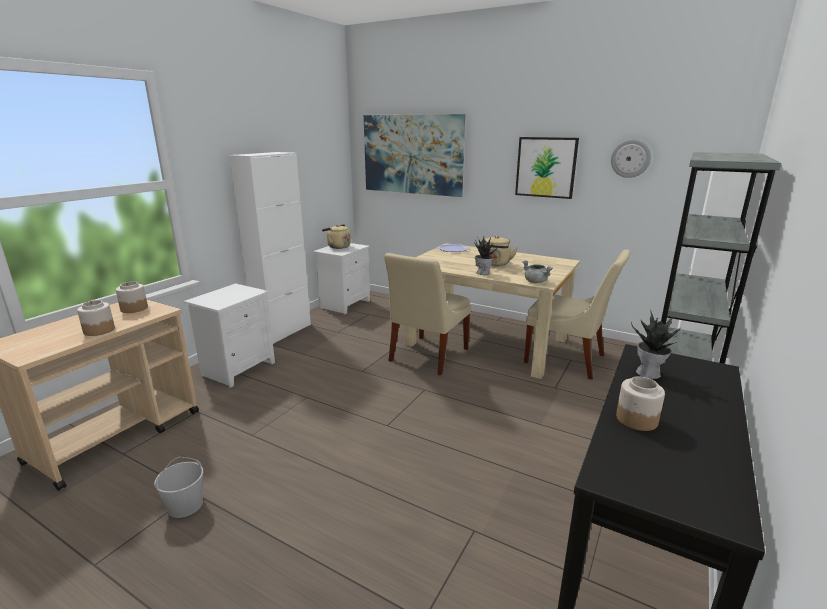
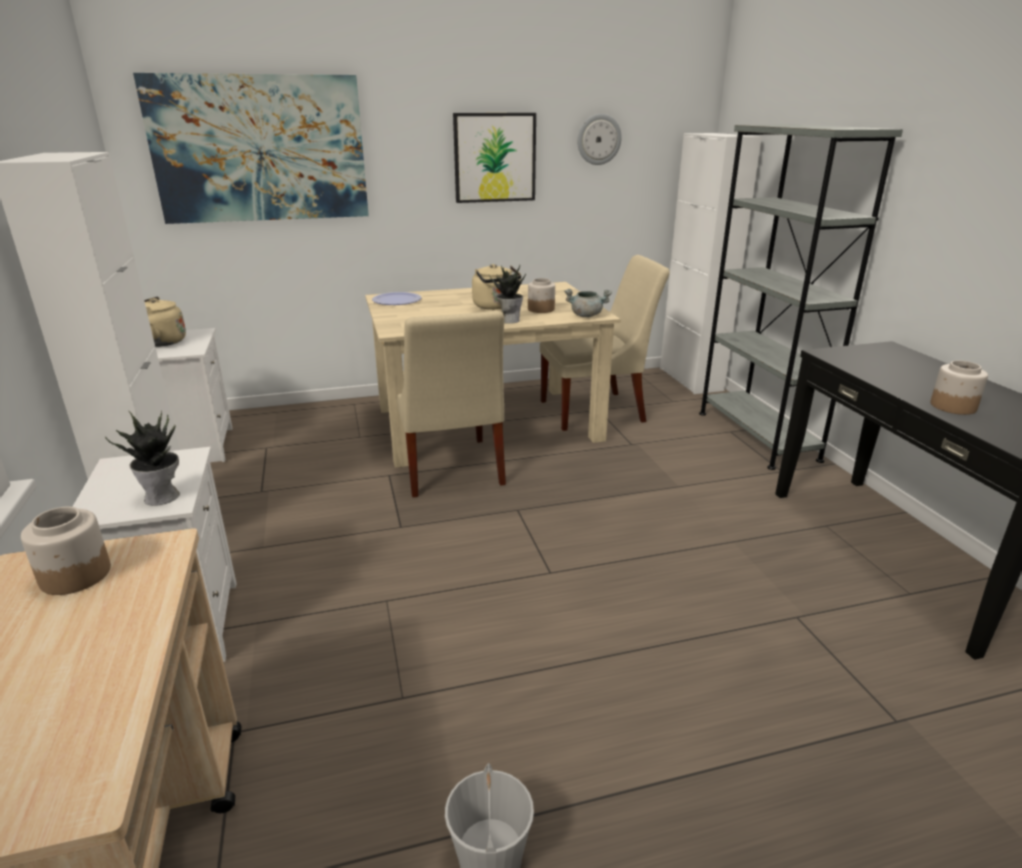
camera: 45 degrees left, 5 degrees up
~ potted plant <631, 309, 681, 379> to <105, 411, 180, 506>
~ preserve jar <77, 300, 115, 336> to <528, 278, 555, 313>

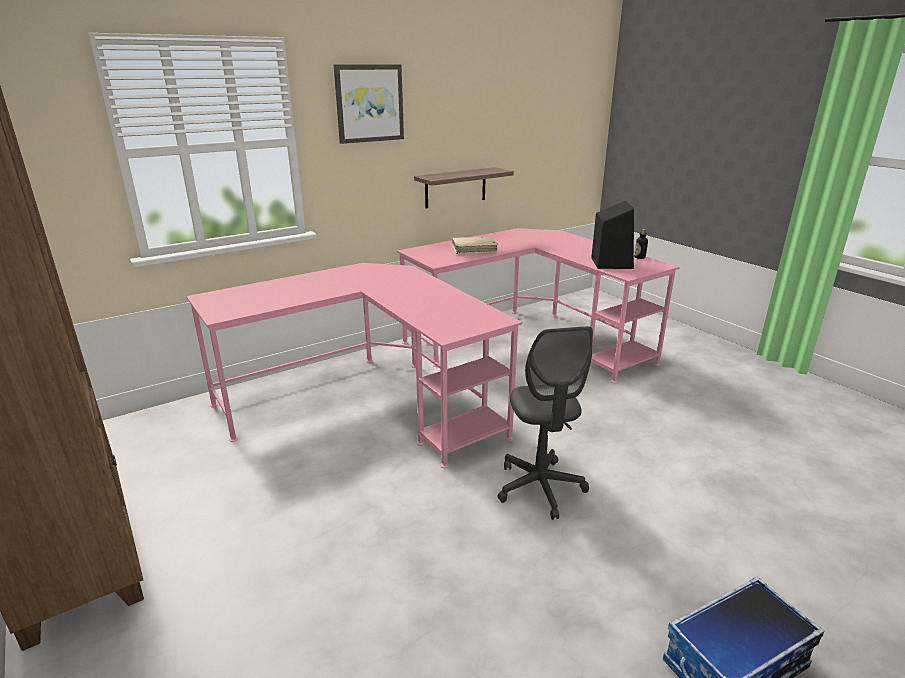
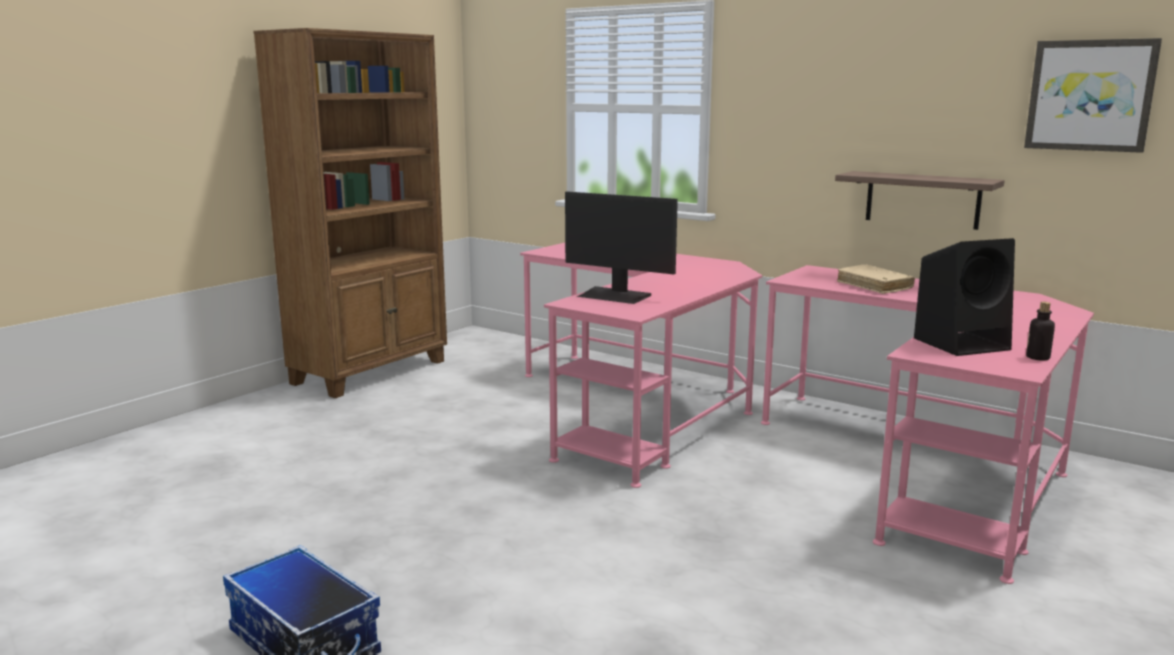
camera: 70 degrees right, 10 degrees down
+ computer display <565, 191, 678, 304>
~ picture <334, 64, 404, 144> to <1024, 38, 1162, 153>
- office chair (gray) <498, 326, 593, 520>

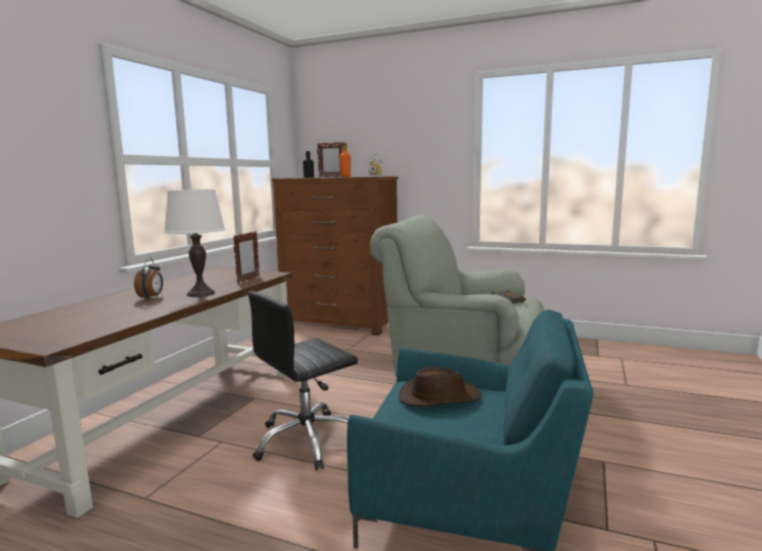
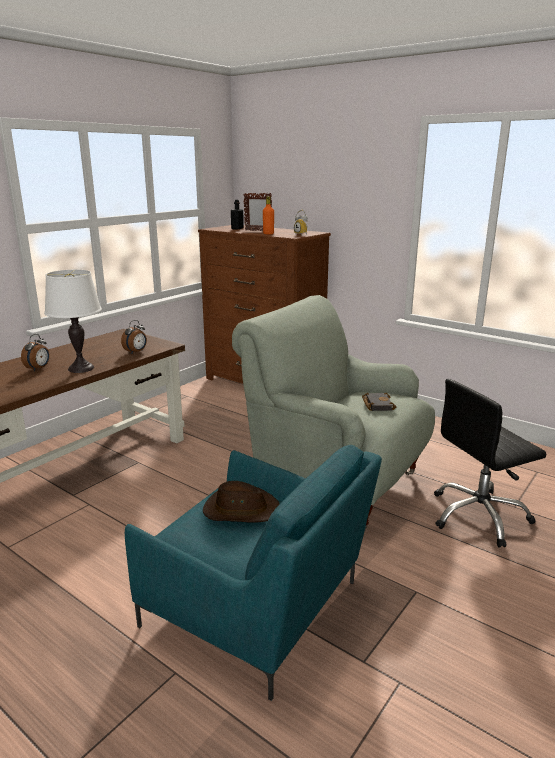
camera: 15 degrees right, 10 degrees up
~ picture frame <233, 231, 260, 283> to alarm clock <121, 320, 147, 353>
~ office chair (blackish) <248, 291, 358, 470> to <434, 379, 546, 547>

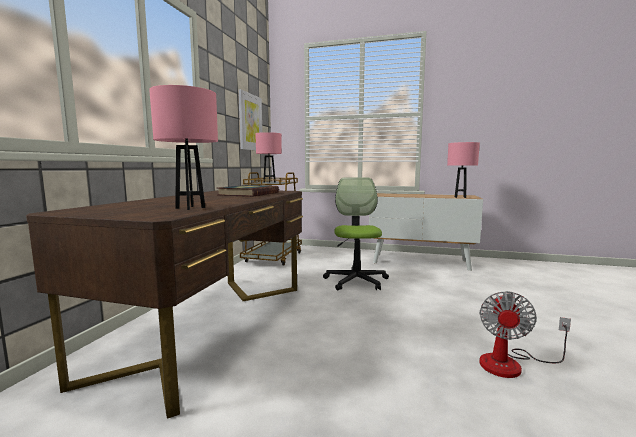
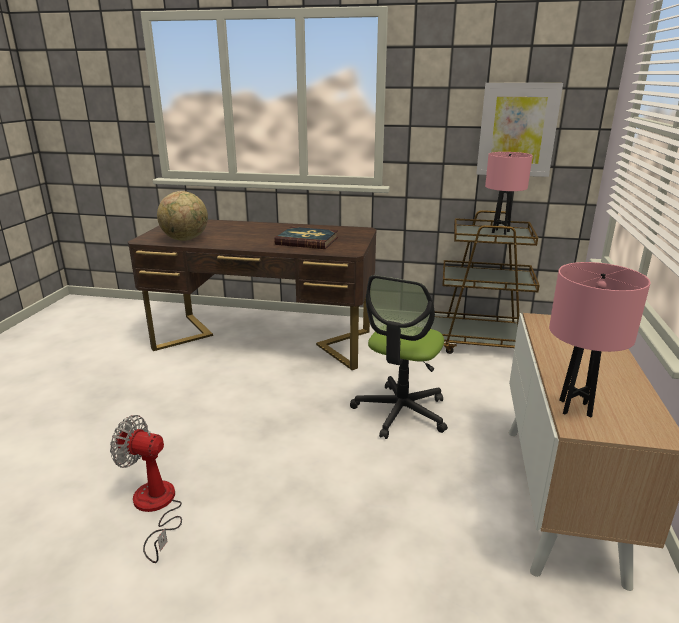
camera: 85 degrees right, 15 degrees up
~ tabletop lamp (pink-coloured) <149, 85, 218, 210> to desk globe <157, 191, 208, 241>
~ office chair <323, 178, 389, 290> = <350, 275, 448, 439> 120 degrees clockwise

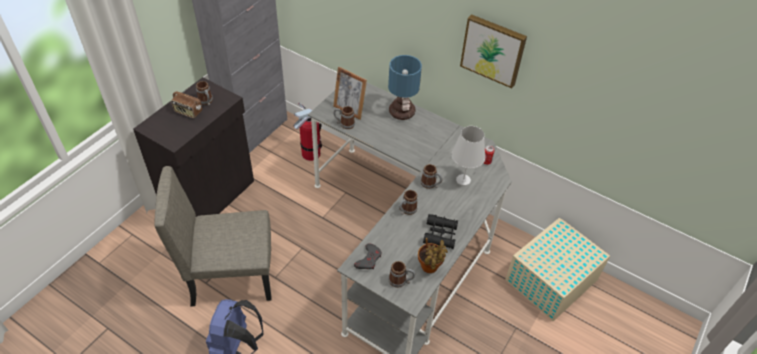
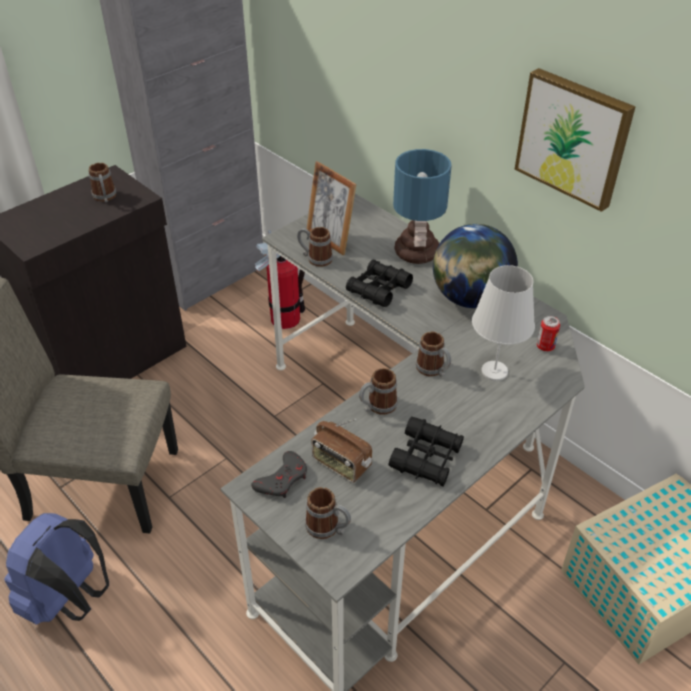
camera: 15 degrees right, 5 degrees down
~ radio receiver <171, 87, 202, 118> to <312, 419, 372, 483>
+ pair of binoculars (blackish) <346, 260, 413, 307>
+ desk globe <433, 224, 518, 308>
- potted plant <418, 238, 448, 273>

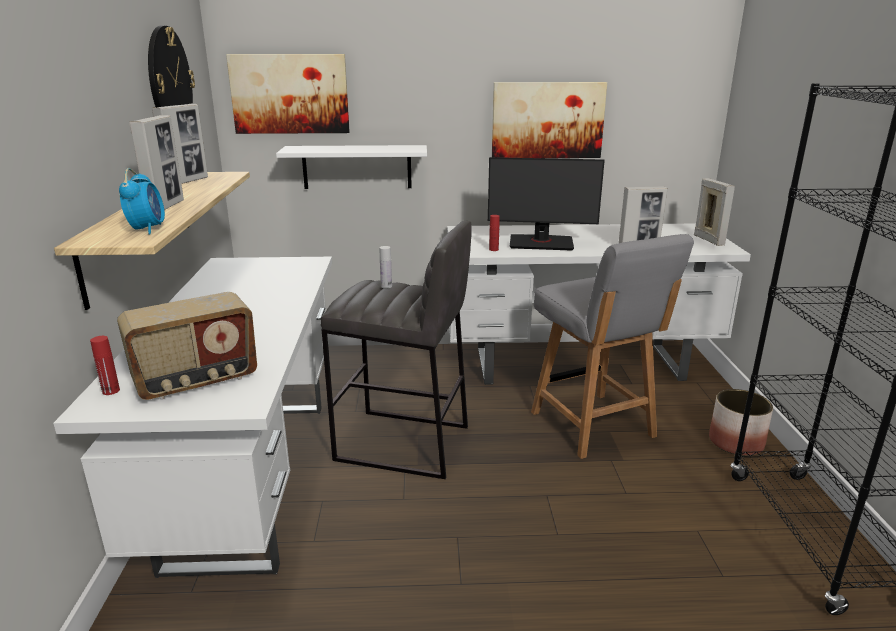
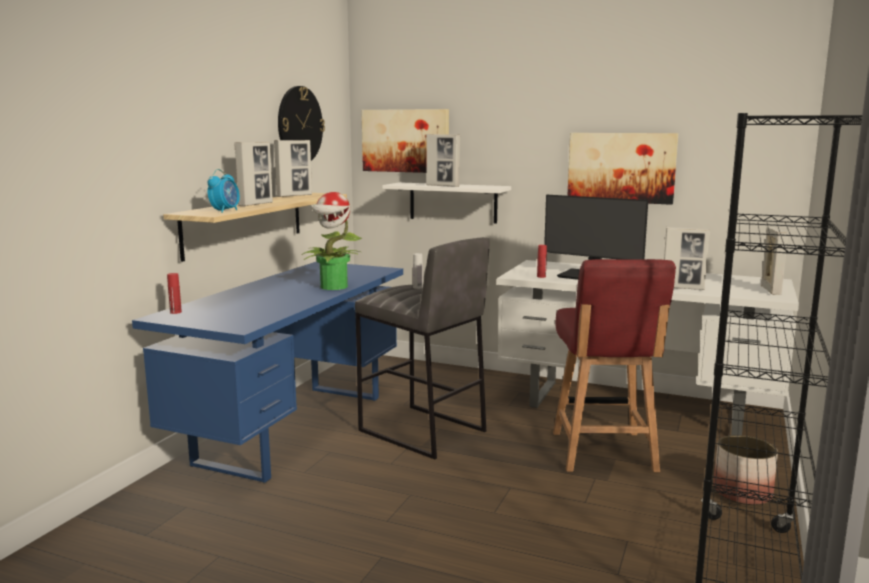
camera: 25 degrees right, 10 degrees down
~ desk unit (white) <53, 257, 332, 578> to desk unit (bluish) <132, 261, 403, 483>
+ potted plant <302, 192, 362, 290>
+ picture frame <427, 134, 460, 187>
~ plain chair (gray) <531, 234, 694, 459> to plain chair (red) <553, 259, 676, 472>
- radio receiver <117, 292, 257, 400>

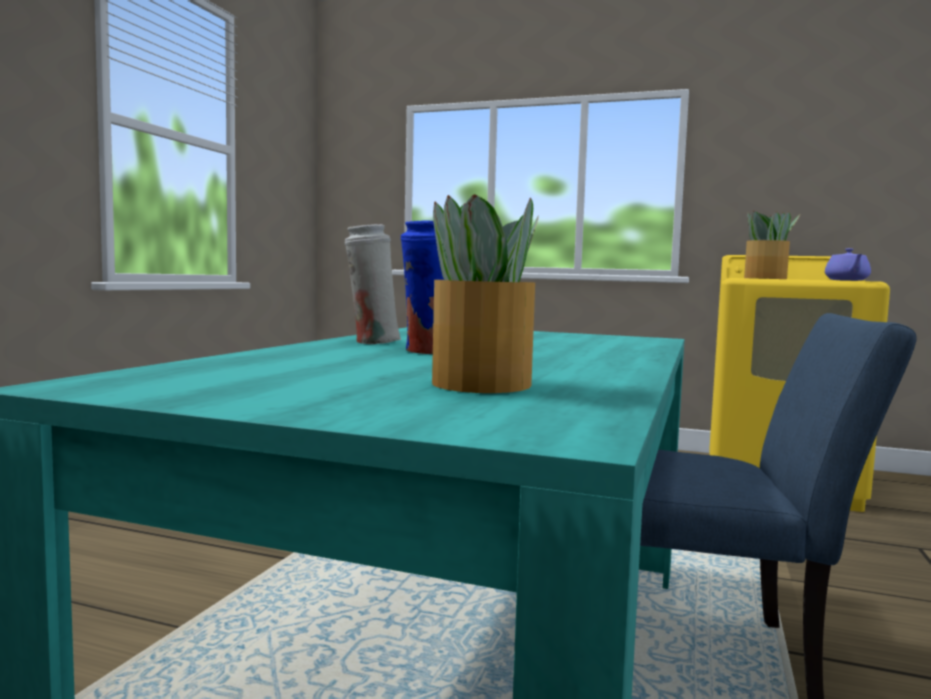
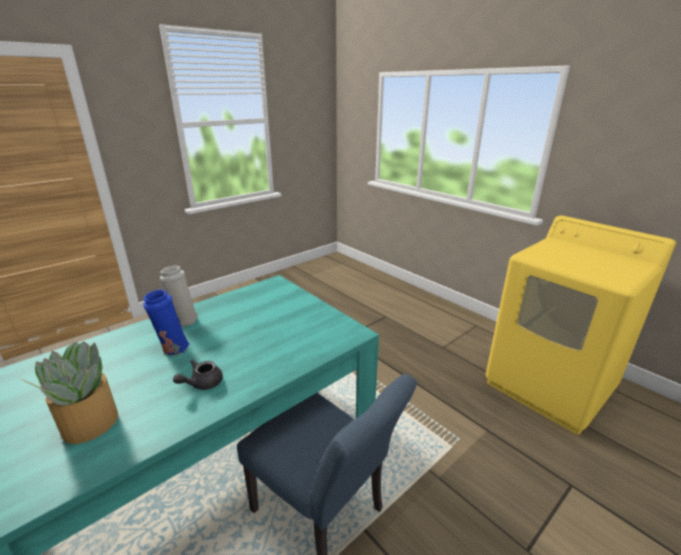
camera: 30 degrees right, 20 degrees up
+ teapot (gray) <173, 359, 223, 390>
- potted plant <744, 211, 800, 279>
- teapot (purple-coloured) <825, 248, 871, 281>

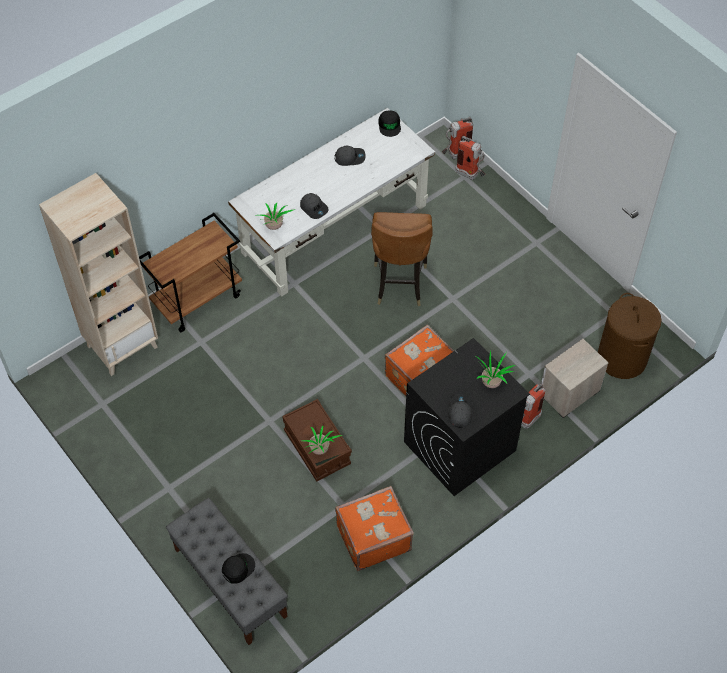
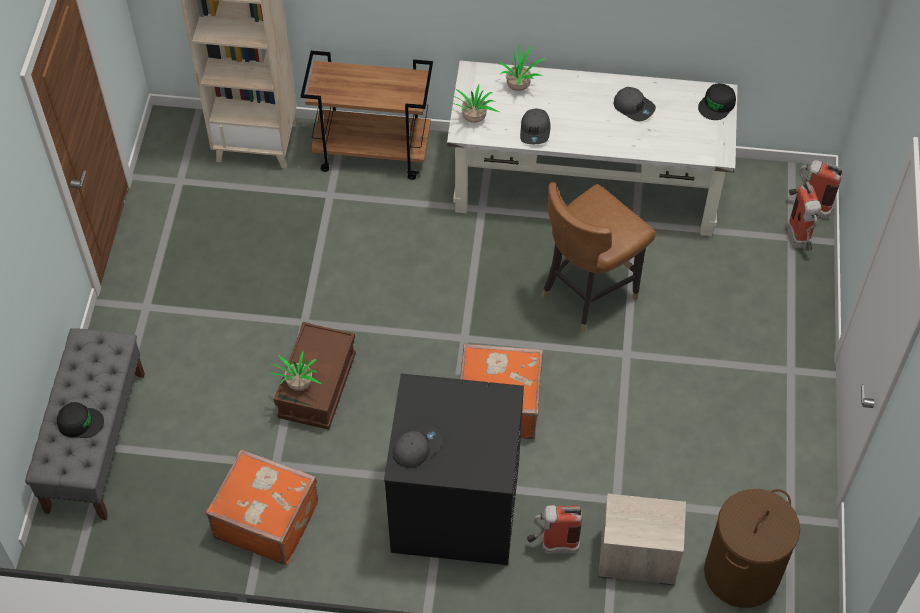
camera: 45 degrees right, 0 degrees up
~ potted plant <476, 351, 515, 388> to <499, 46, 545, 91>

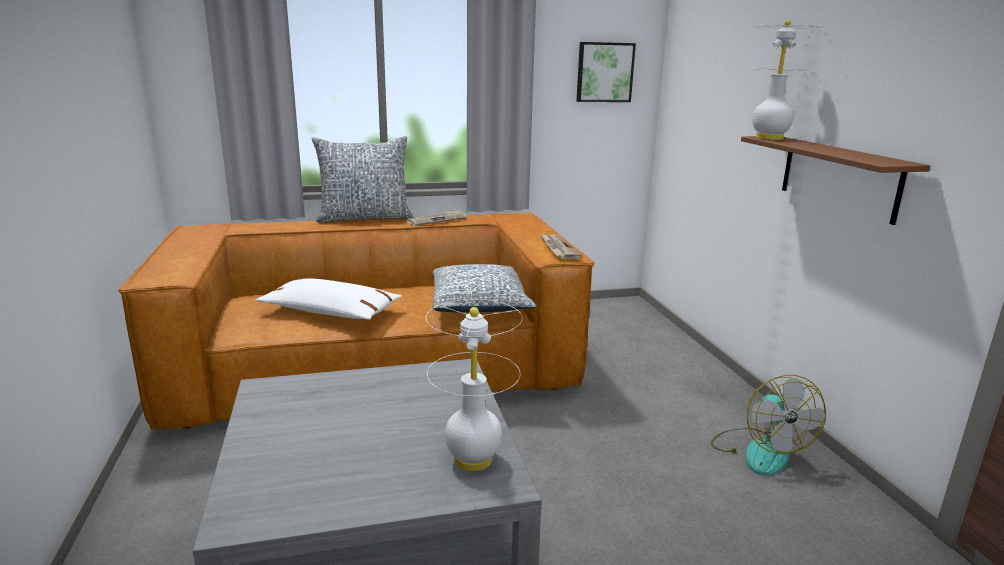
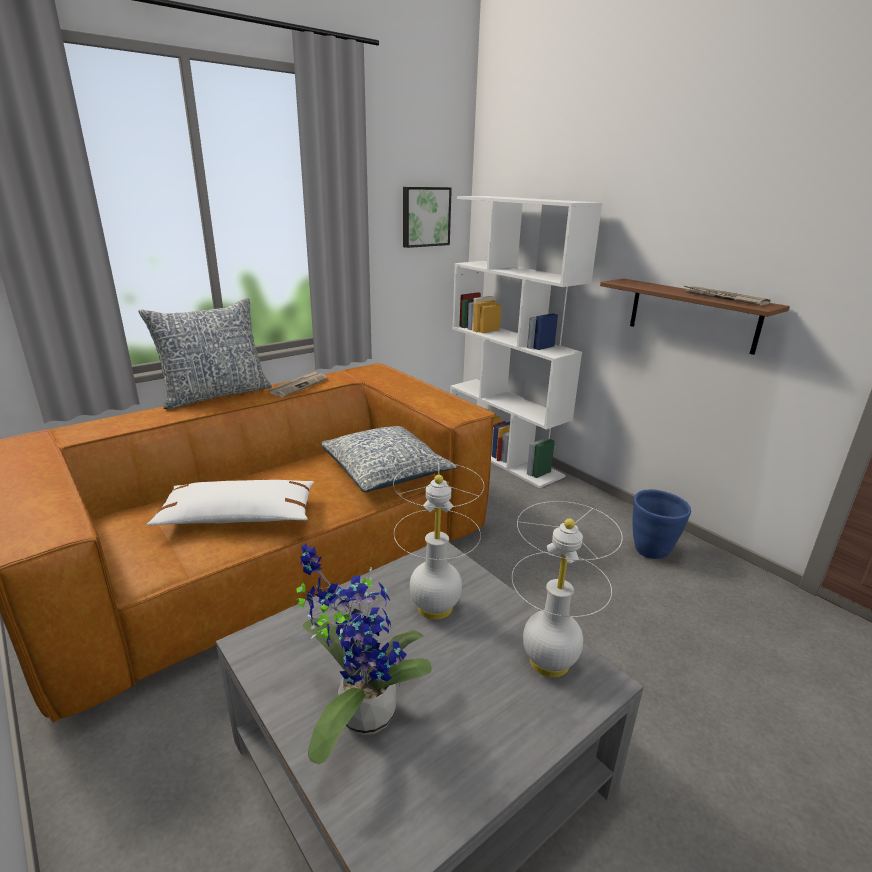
camera: 25 degrees left, 5 degrees up
+ potted plant <296, 543, 432, 764>
~ tabletop lamp (white) <748, 20, 822, 140> to <393, 462, 484, 620>
+ shelving unit (white) <450, 196, 602, 488>
~ fan <711, 375, 826, 475> to planter (bluish) <633, 489, 691, 559>
~ daily paper <541, 234, 582, 259> to <685, 286, 771, 305>

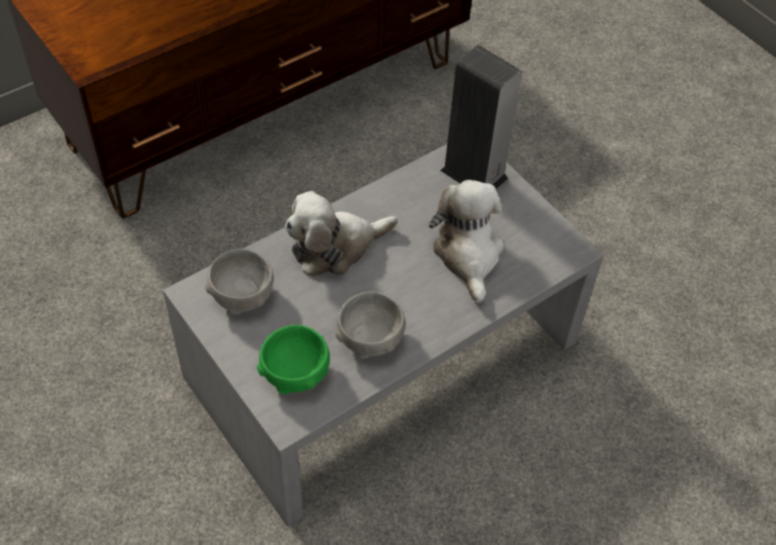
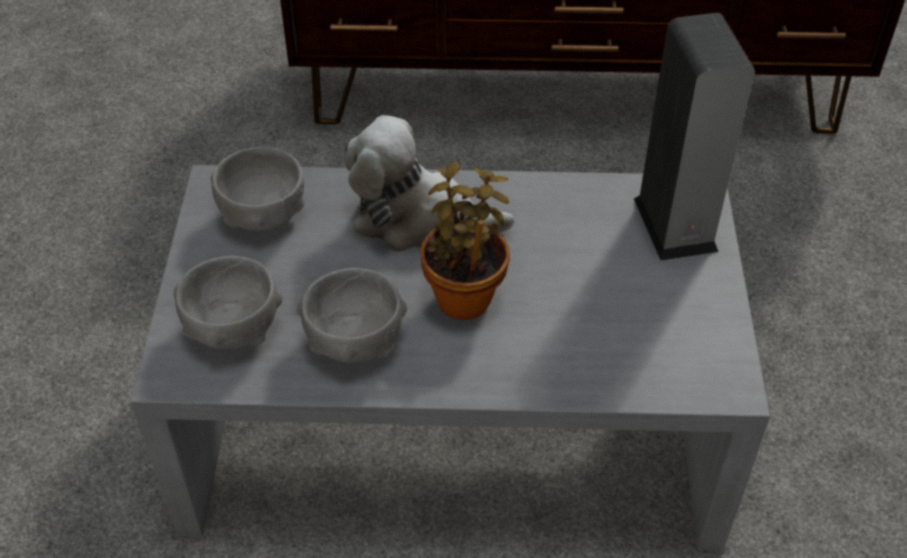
camera: 40 degrees right, 5 degrees down
~ serving bowl (greenish) <257, 325, 330, 394> to serving bowl (gray) <173, 256, 282, 349>
+ potted plant <420, 162, 510, 320>
- plush toy <429, 180, 504, 303>

